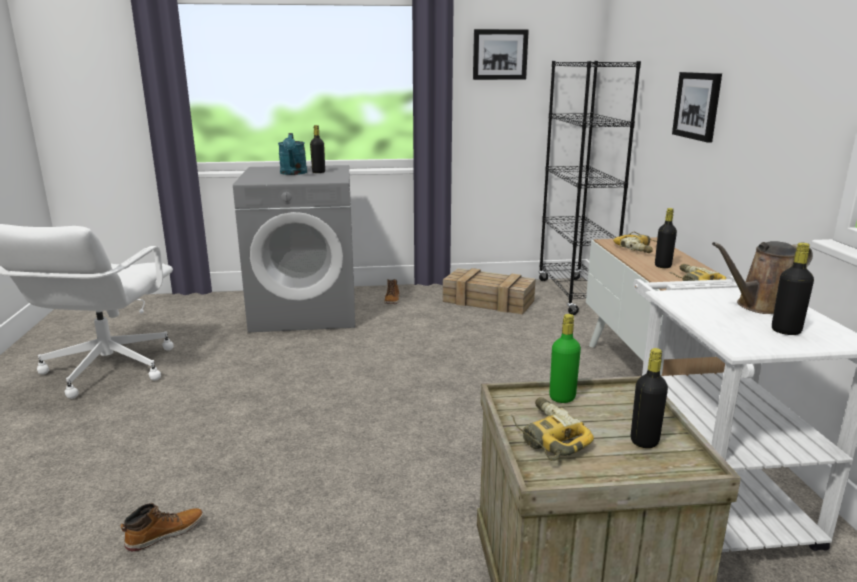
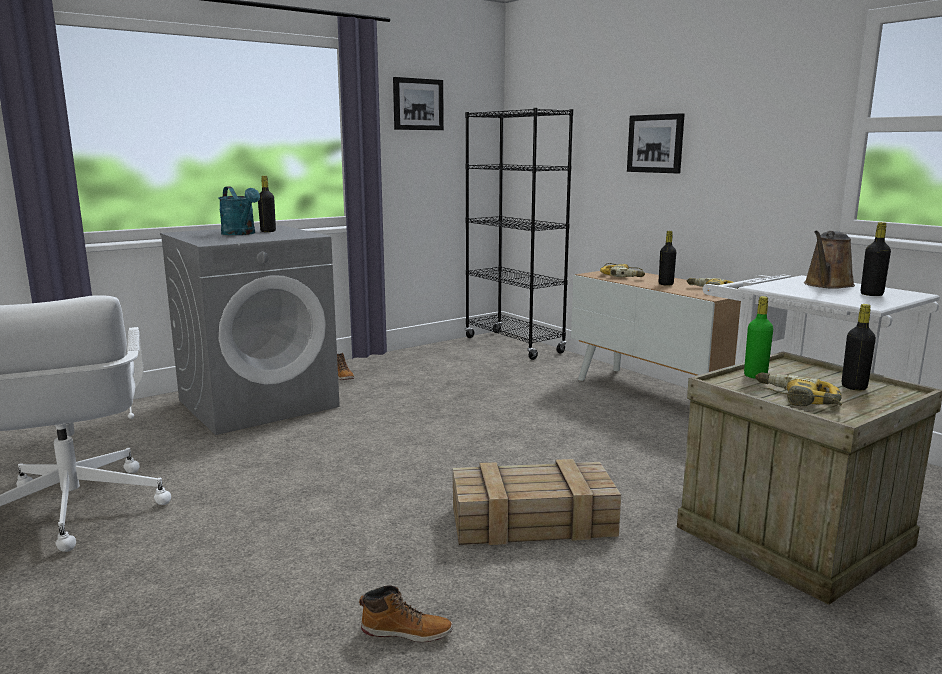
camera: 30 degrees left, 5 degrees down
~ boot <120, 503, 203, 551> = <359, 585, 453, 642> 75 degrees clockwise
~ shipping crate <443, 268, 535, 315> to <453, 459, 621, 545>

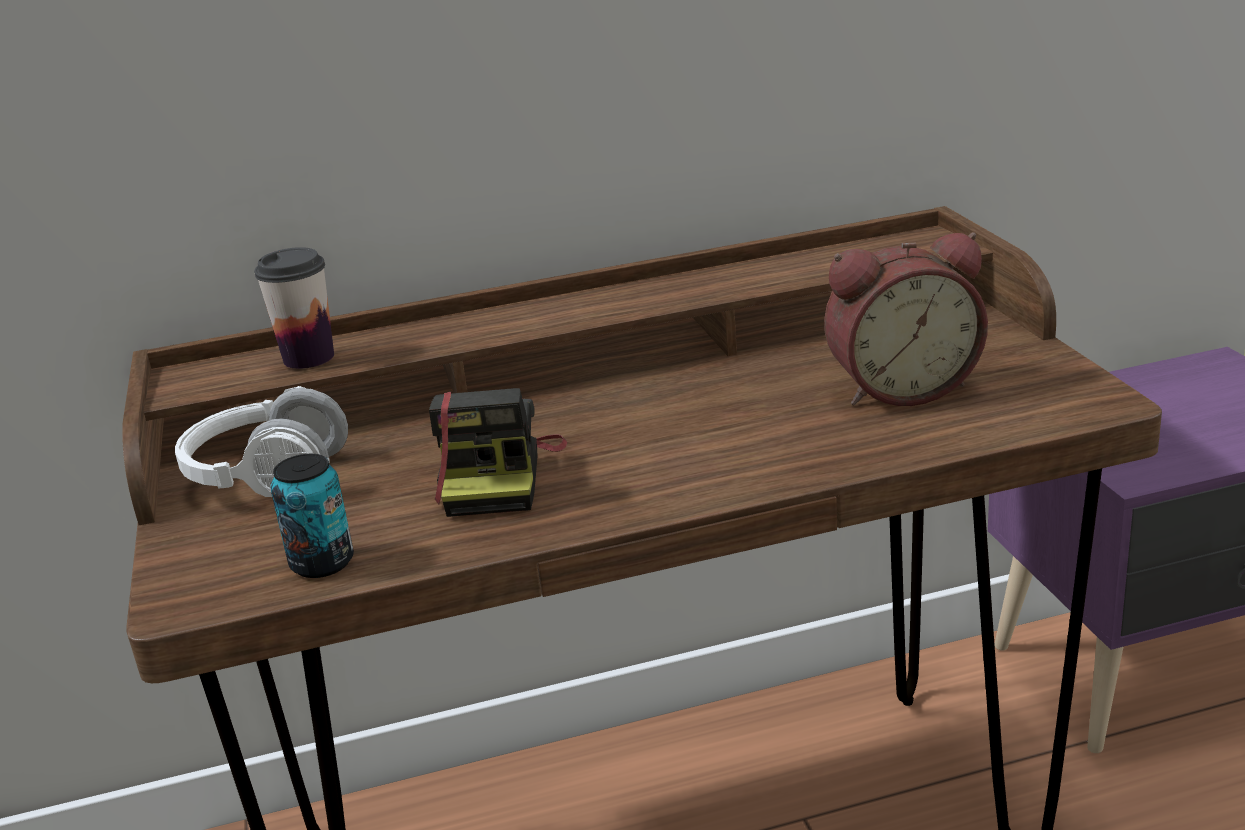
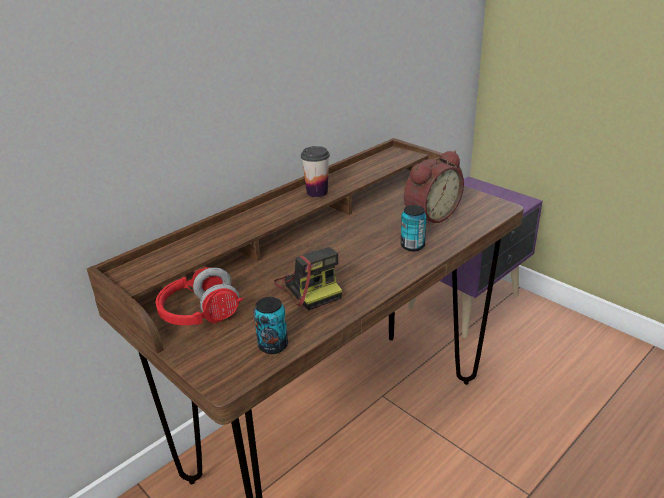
camera: 30 degrees left, 5 degrees up
~ pair of headphones (white) <175, 386, 348, 497> to pair of headphones (red) <155, 267, 243, 325>
~ cup <254, 247, 334, 369> to <301, 146, 330, 197>
+ metal can <401, 205, 426, 251>

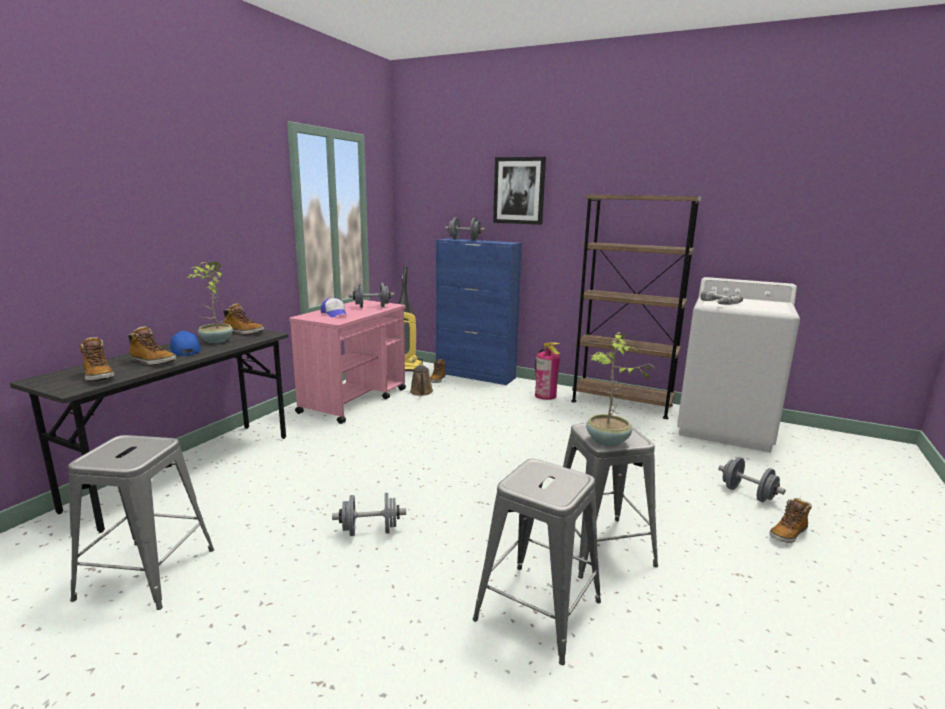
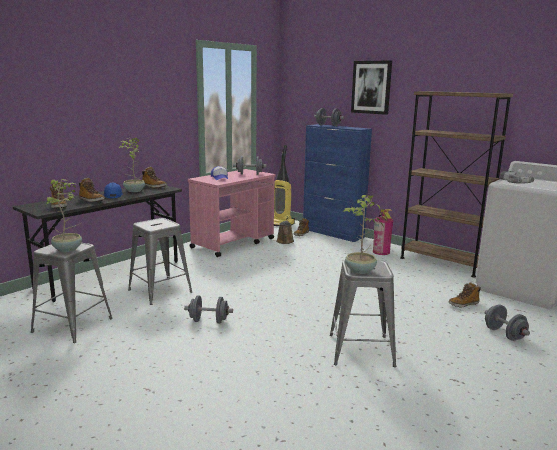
camera: 15 degrees right, 0 degrees up
+ potted plant <46, 179, 82, 252>
~ stool (gray) <473, 459, 601, 665> to <128, 218, 192, 305>
~ boot <769, 498, 812, 543> to <449, 282, 481, 308>

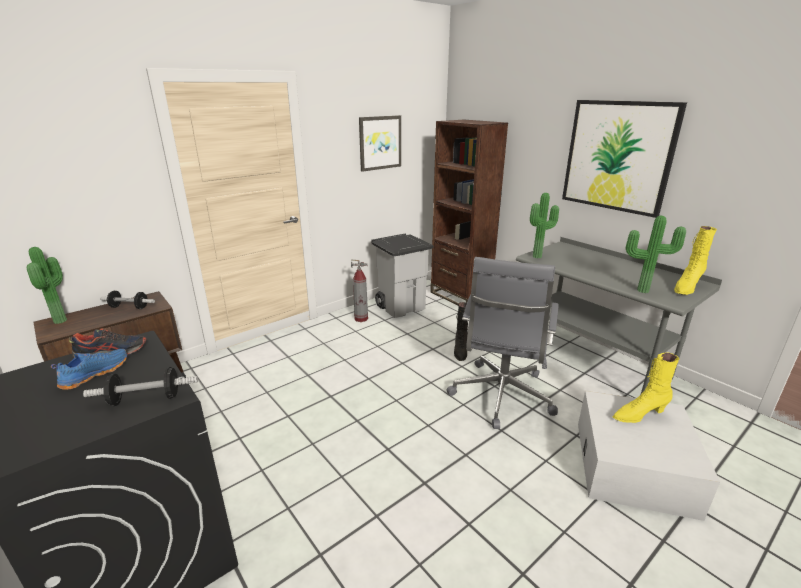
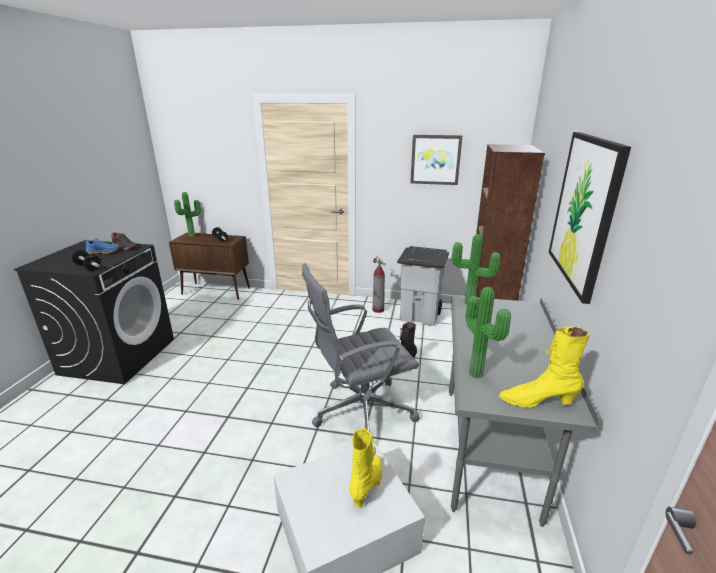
camera: 50 degrees right, 0 degrees up
~ boot (yellow) <613, 352, 679, 423> = <349, 428, 382, 507> 75 degrees clockwise

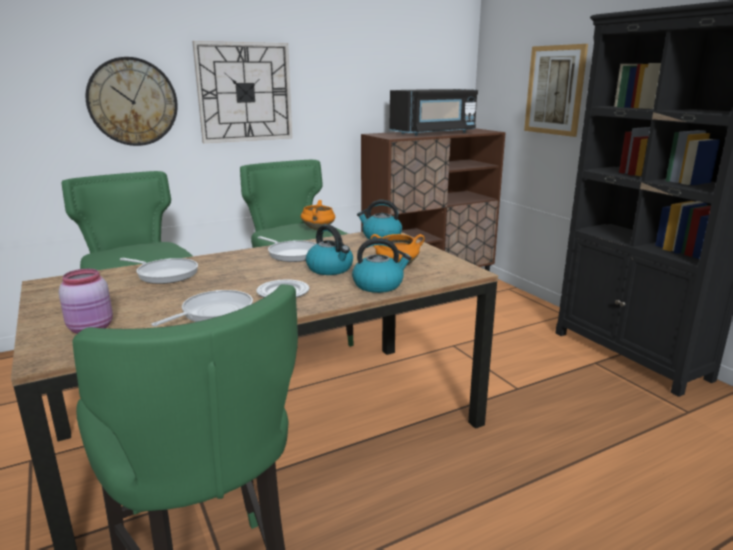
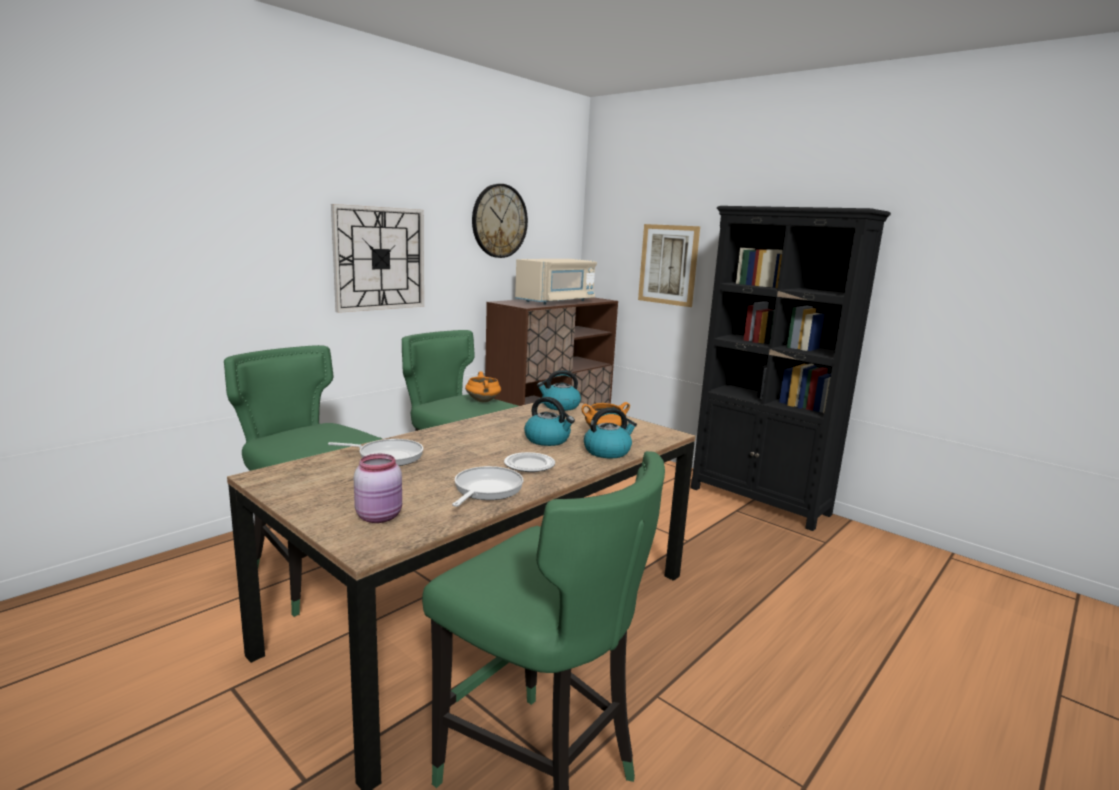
camera: 20 degrees left, 5 degrees down
~ wall clock <86, 57, 178, 146> to <472, 184, 528, 258>
~ kitchen microwave (blackish) <389, 89, 478, 136> to kitchen microwave (beige-coloured) <515, 259, 597, 304>
- pan <257, 236, 317, 262>

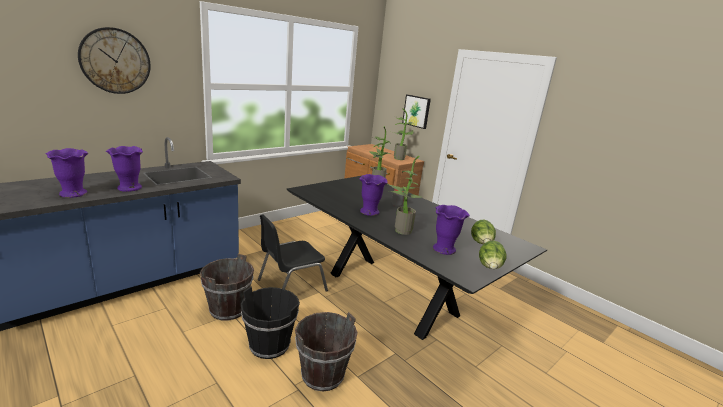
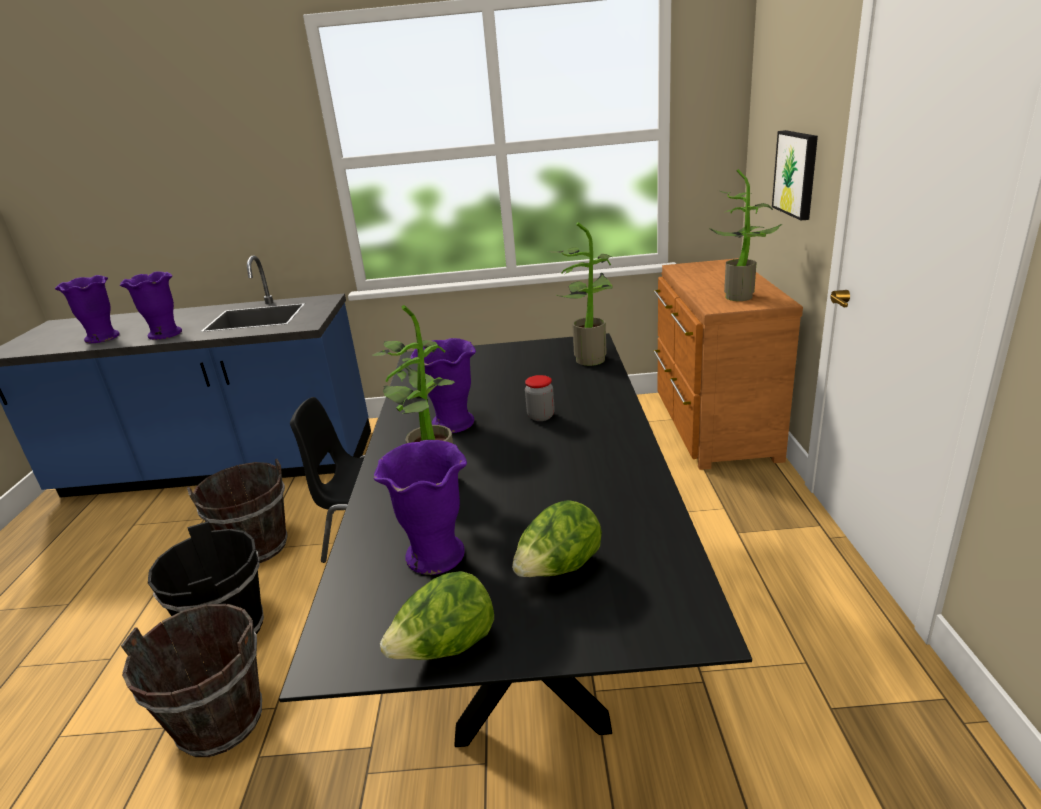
camera: 45 degrees right, 5 degrees up
- wall clock <78, 27, 151, 94>

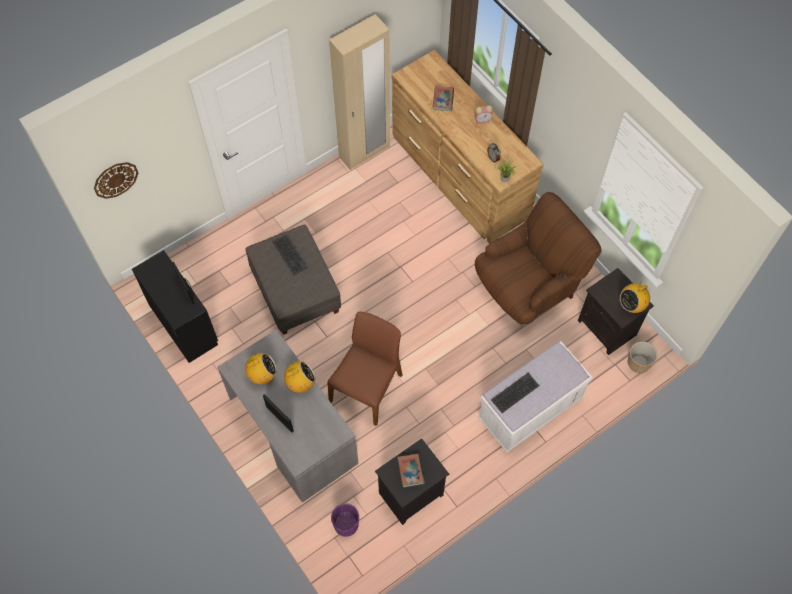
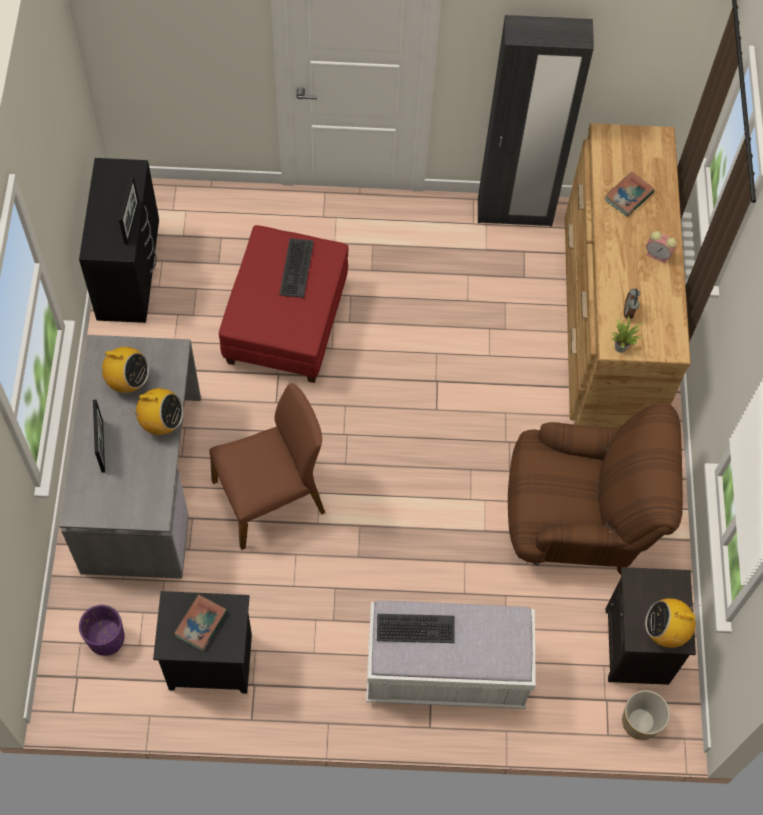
camera: 35 degrees right, 0 degrees up
~ ottoman (gray) <245, 225, 341, 335> to ottoman (red) <219, 225, 348, 383>
~ clothes cupboard (beige-coloured) <329, 14, 390, 170> to clothes cupboard (blackish) <478, 15, 594, 227>
- wall clock <94, 162, 138, 199>

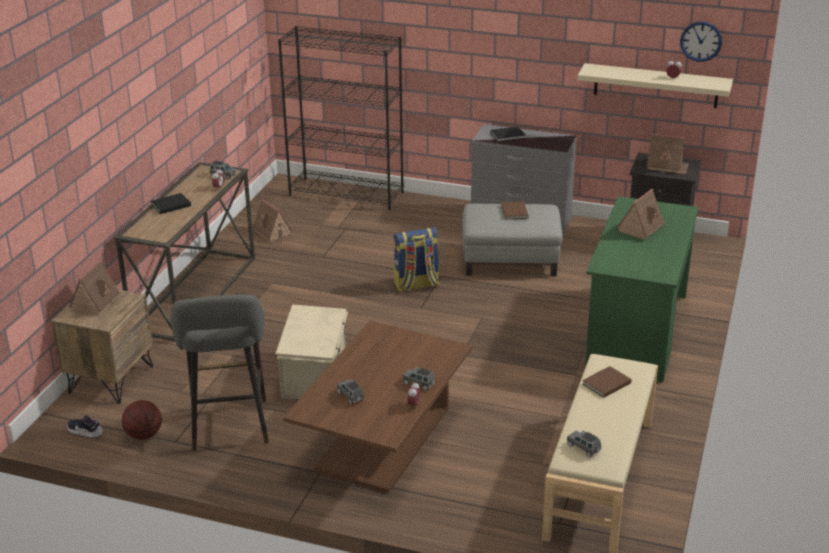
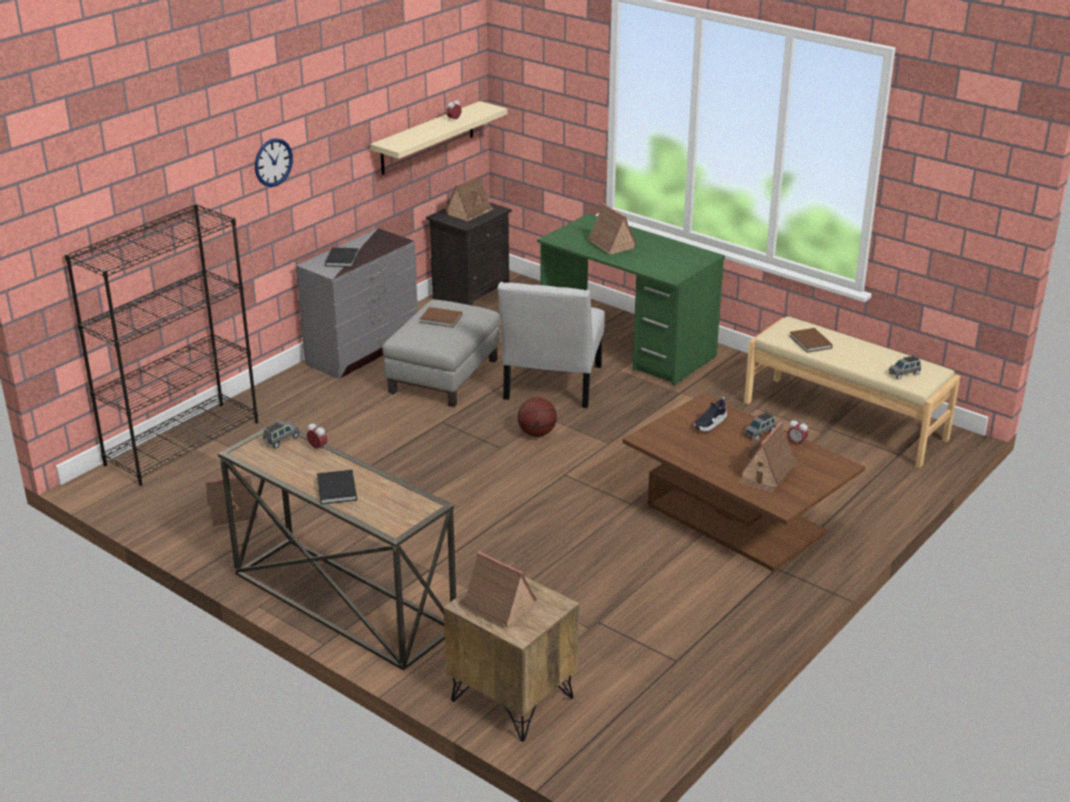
camera: 70 degrees left, 0 degrees up
~ wall clock <680, 22, 722, 62> to <255, 138, 293, 187>
+ plain chair (white) <498, 282, 605, 408>
~ ball for basketball <122, 400, 162, 440> to <517, 397, 557, 437>
~ low shoe <66, 415, 103, 439> to <694, 397, 727, 432>
~ miniature car (gray) <337, 380, 364, 405> to miniature house <738, 422, 797, 493>
- stool (gray) <170, 294, 269, 451>
- storage bin (beige-coloured) <276, 304, 348, 399>
- backpack <393, 227, 440, 292>

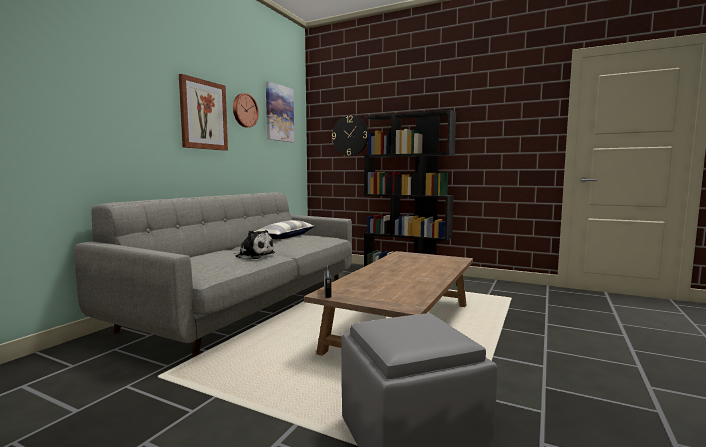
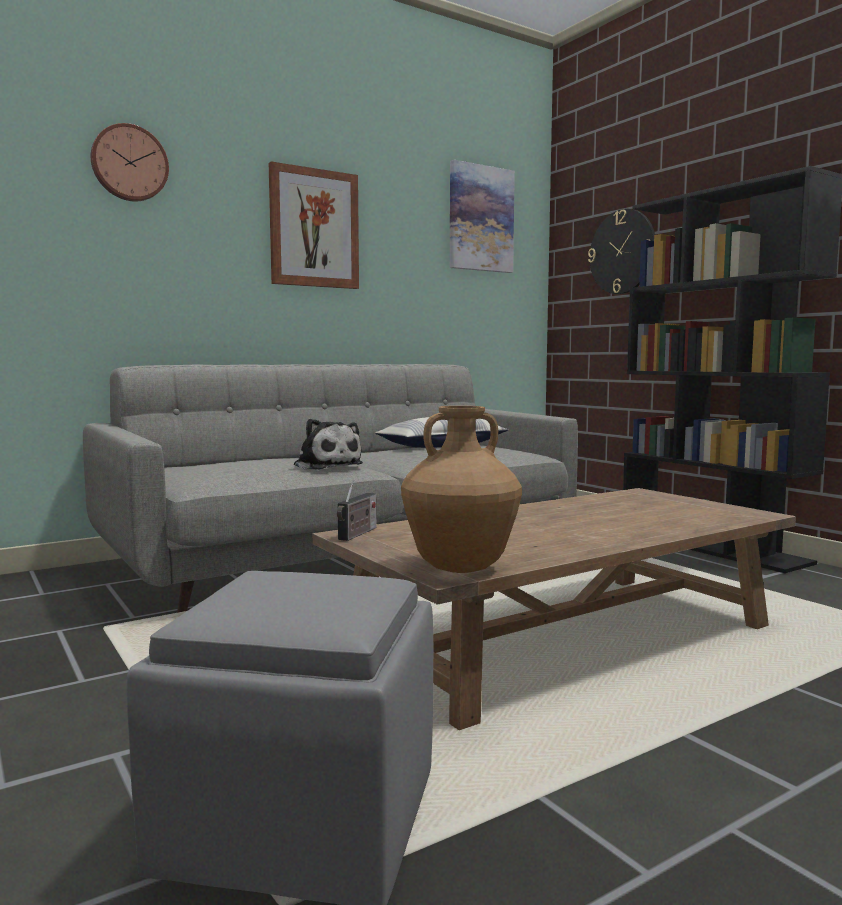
camera: 30 degrees right, 0 degrees up
~ wall clock <233, 93, 259, 127> to <91, 123, 169, 201>
+ decorative vase (brownish) <401, 406, 522, 573>

